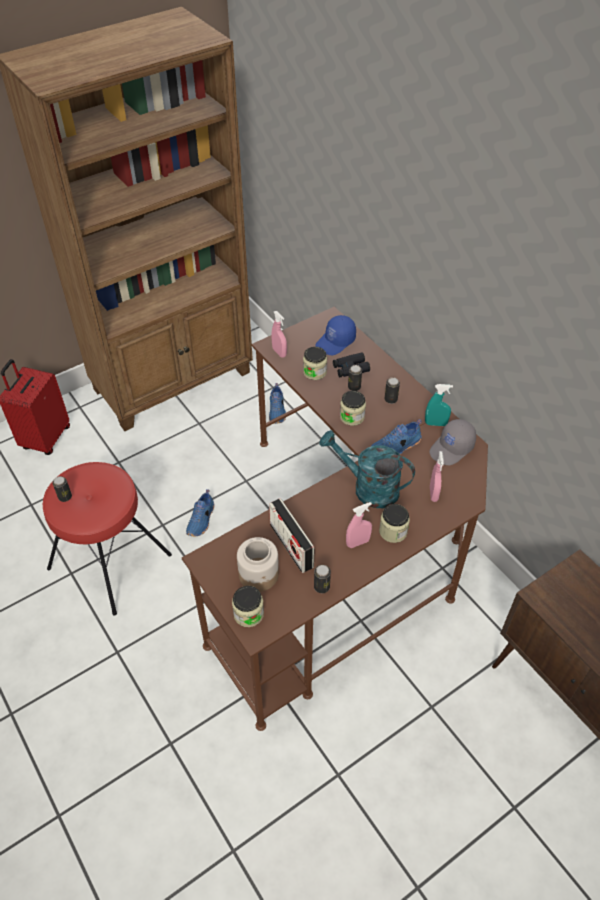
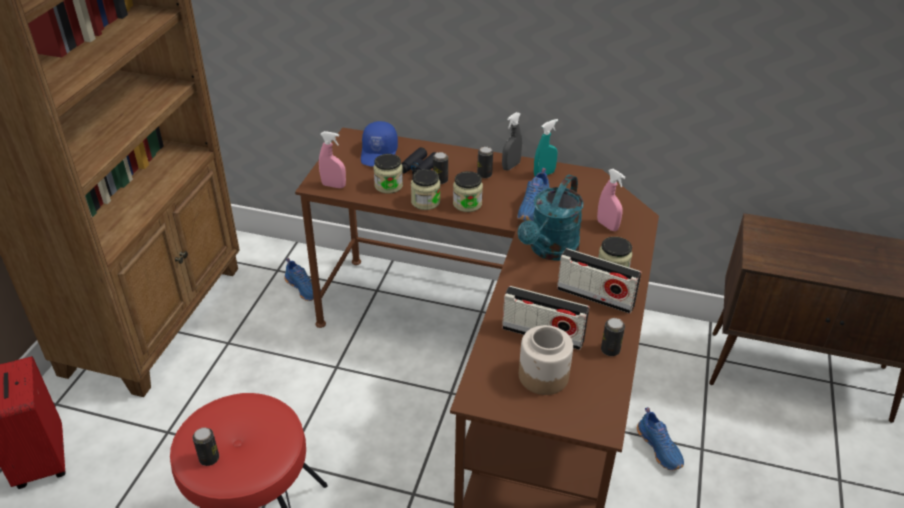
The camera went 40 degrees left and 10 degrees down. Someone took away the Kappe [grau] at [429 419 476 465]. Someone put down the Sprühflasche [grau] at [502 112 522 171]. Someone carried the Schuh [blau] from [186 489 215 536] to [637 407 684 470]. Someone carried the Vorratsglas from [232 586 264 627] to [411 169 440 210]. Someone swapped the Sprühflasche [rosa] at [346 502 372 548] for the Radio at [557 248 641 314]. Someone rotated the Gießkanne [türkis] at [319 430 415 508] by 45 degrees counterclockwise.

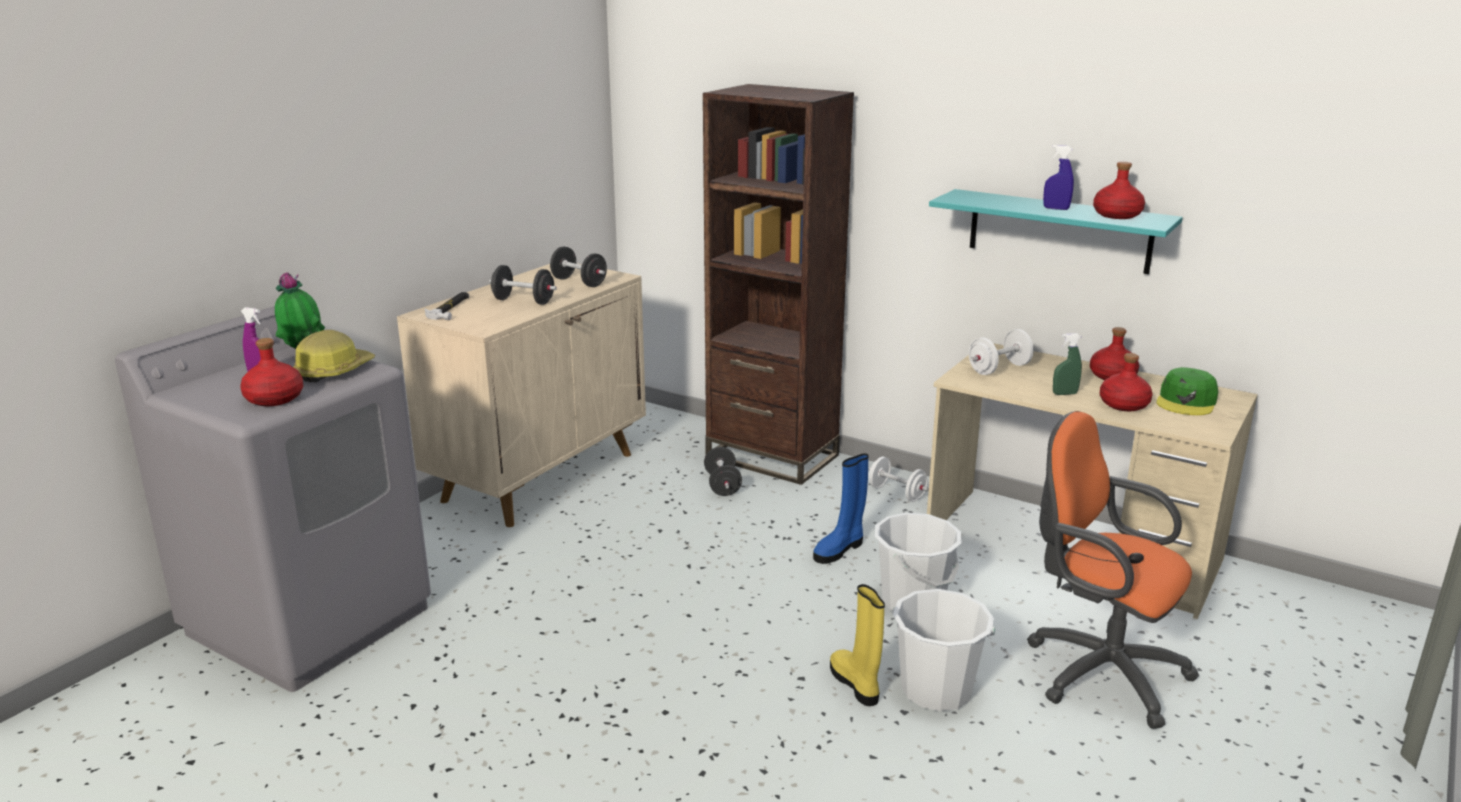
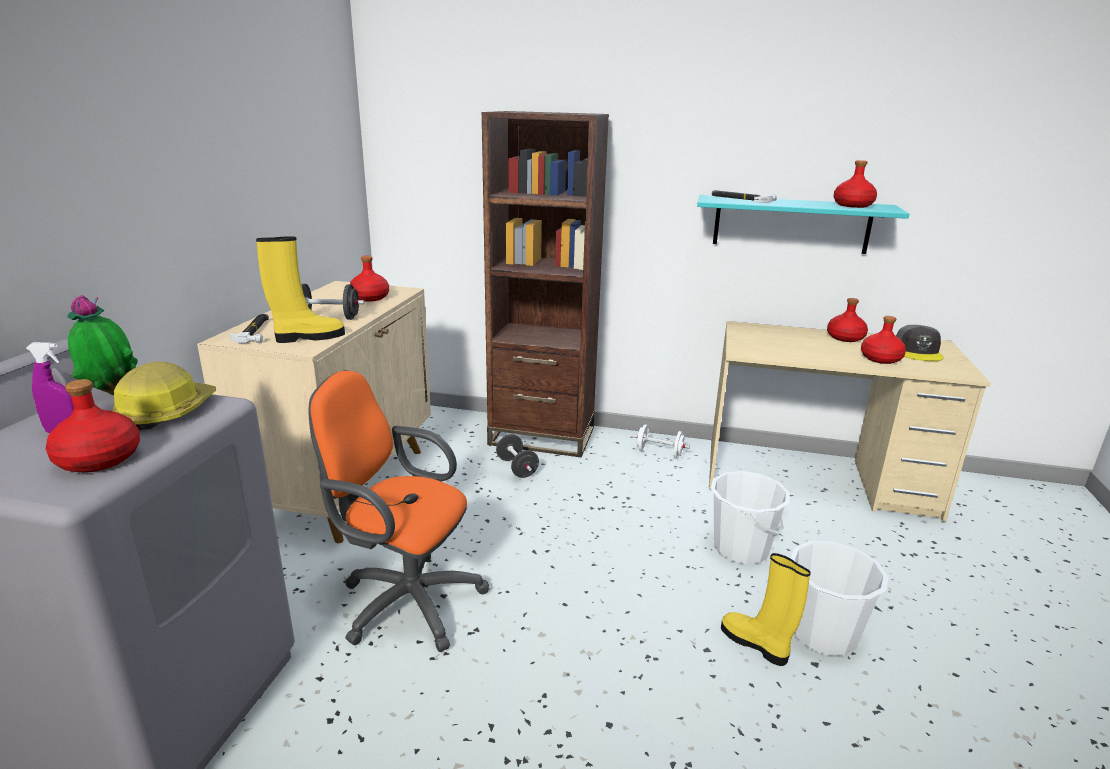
The camera went 20 degrees left and 0 degrees up. Someone took away the Stiefel [blau] at [813 453 869 564]. Someone took away the Hantel [weiß] at [969 329 1034 375]. Someone took away the Sprühflasche [blau] at [1043 145 1074 210]. Someone took away the Sprühflasche [grün] at [1053 333 1082 395]. Someone put down the Stiefel [gelb] at [256 236 345 343]. Someone put down the Hammer at [712 190 777 203]. Someone carried the Bürostuhl [orange] from [1027 411 1199 729] to [308 370 490 652]. Someone swapped the Hantel [schwarz] at [550 246 607 287] for the Flasche [rot] at [350 255 389 302]. Someone repainted the Kappe [grün] at [1157 367 1218 415], which became the Kappe [grau] at [896 325 944 361].

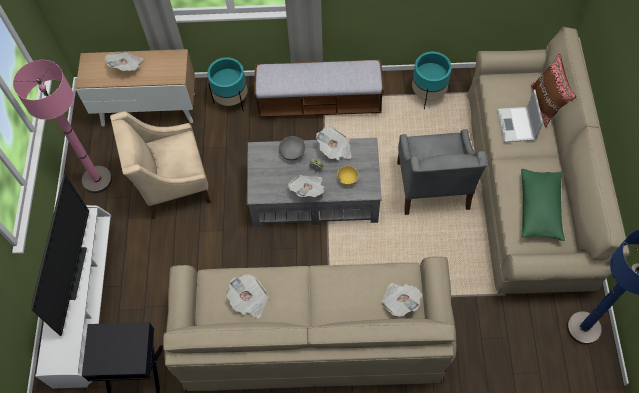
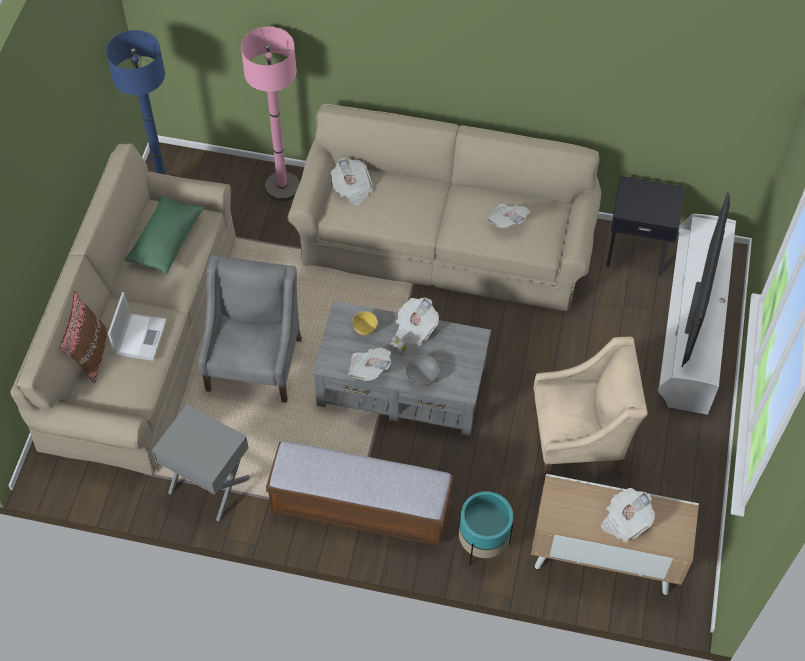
The camera went 170 degrees left and 5 degrees down. Someone carried the Stehlampe [rosa] from [13 60 112 193] to [241 27 299 201]. Someone swapped the Pflanzkübel [türkis] at [412 52 452 109] for the Beistelltisch [grau] at [152 404 250 522].

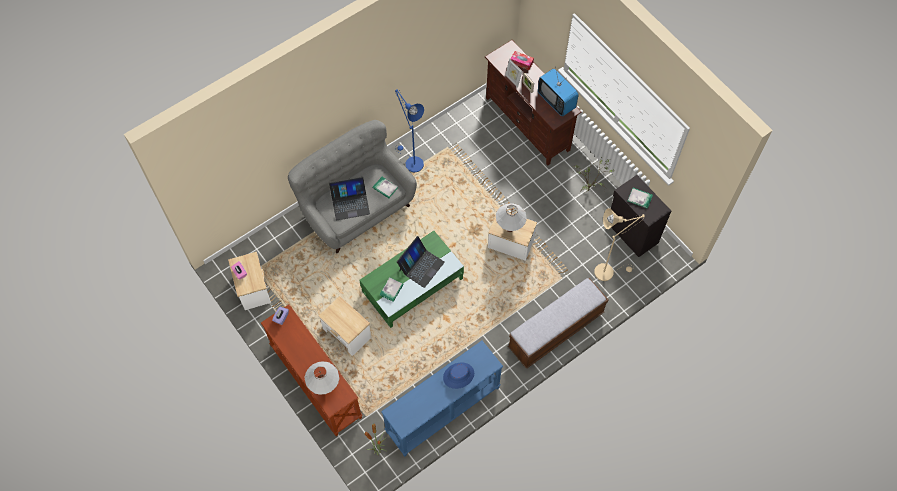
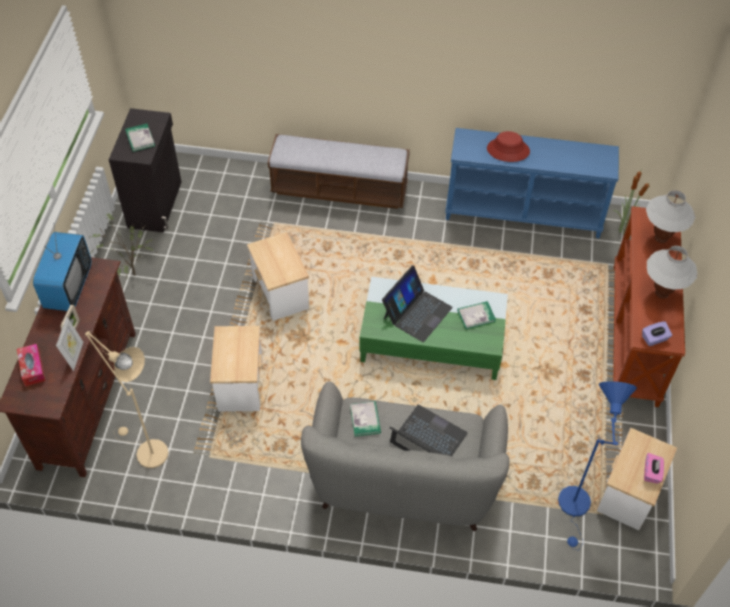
The camera went 135 degrees left and 10 degrees down. Someone carried the Beistelltisch from [318 296 372 356] to [210 326 262 412]. Someone carried the Stehlampe [blau] from [395 90 424 172] to [558 381 637 550]. Someone carried the Tischlampe [weiß] from [496 203 527 232] to [647 246 697 299]. Someone carried the Stehlampe [beige] from [594 208 645 281] to [85 331 169 468]. Someone repainted the Hut [blau] at [443 362 474 389], which became the Hut [rot] at [487 131 530 162]. Someone rotated the Laptop at [397 236 445 288] by 135 degrees clockwise.

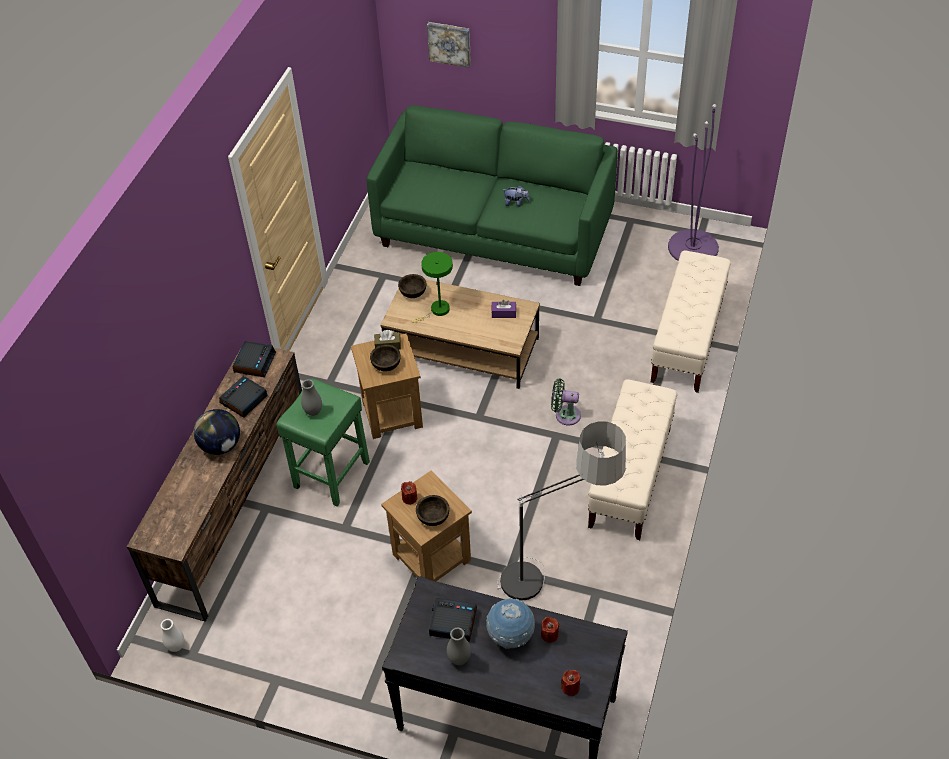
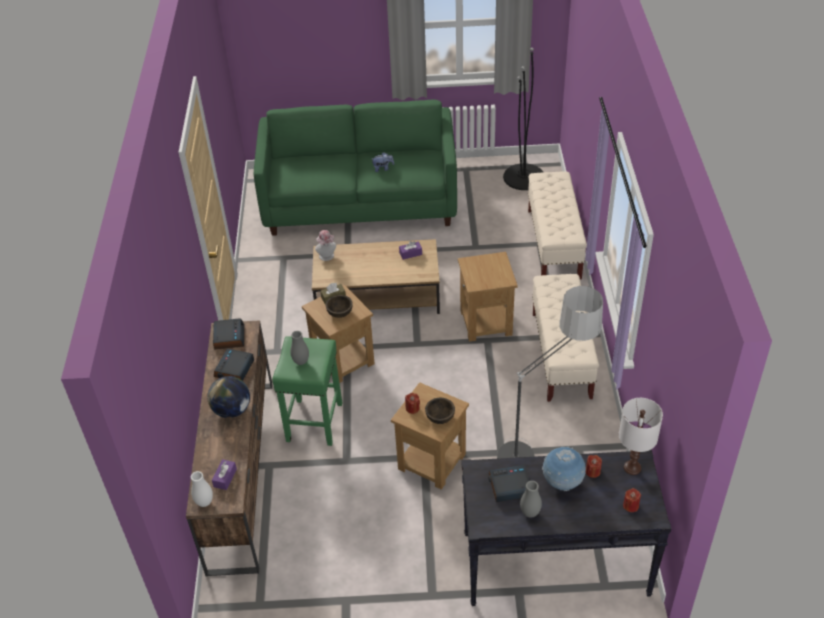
The camera went 20 degrees left and 5 degrees down. Someone took away the Tischlampe [grün] at [411 252 453 323]. Someone took away the Bild at [427 22 471 68]. Someone put down the Taschentuchbox [lila] at [212 459 237 490]. Someone put down the Tischlampe [weiß] at [619 398 663 475]. Someone carried the Vase [weiß] from [161 619 184 652] to [191 471 213 507]. Someone swapped the Schüssel [braun] at [398 274 426 298] for the Hut at [315 230 336 261]. Someone swapped the Ventilator [grün] at [551 378 581 425] for the Beistelltisch [braun] at [458 252 518 342]. Someone repainted the Stehlampe [lila] at [668 104 719 261], which became the Stehlampe [schwarz] at [503 48 543 190].

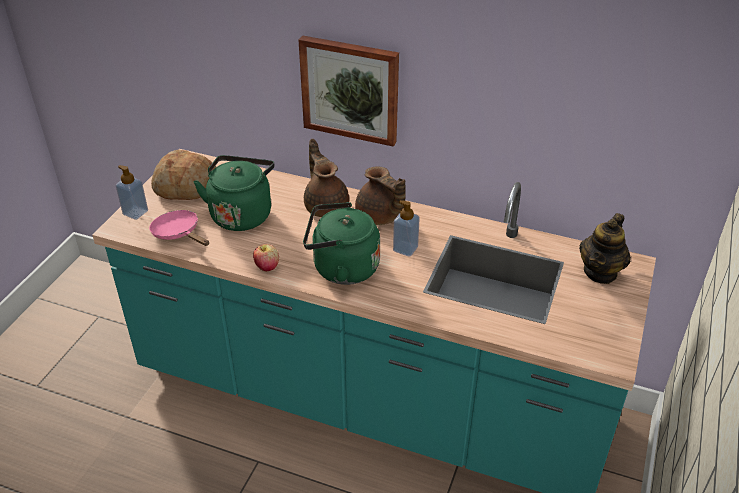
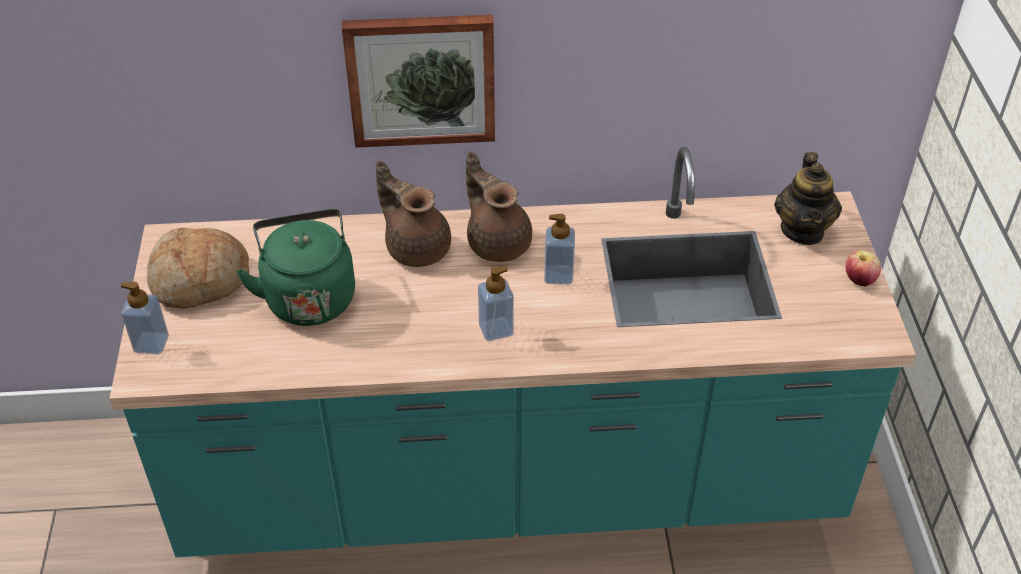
The camera went 25 degrees left and 5 degrees up. Someone took away the Pfanne [rosa] at [149 210 209 246]. Someone carried the Apfel from [253 244 279 272] to [845 250 881 286]. Someone swapped the Wasserkessel [grün] at [303 202 380 285] for the Seifenspender at [478 267 514 341]. Someone rotated the Teekanne [braun] at [355 166 406 225] by 150 degrees counterclockwise.

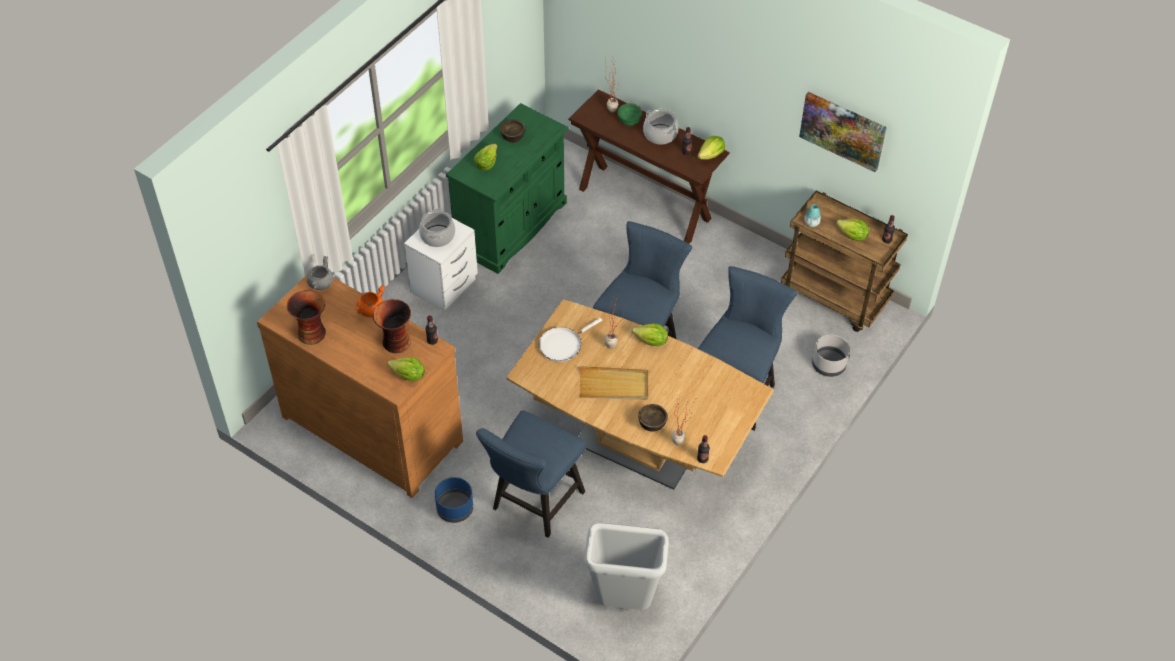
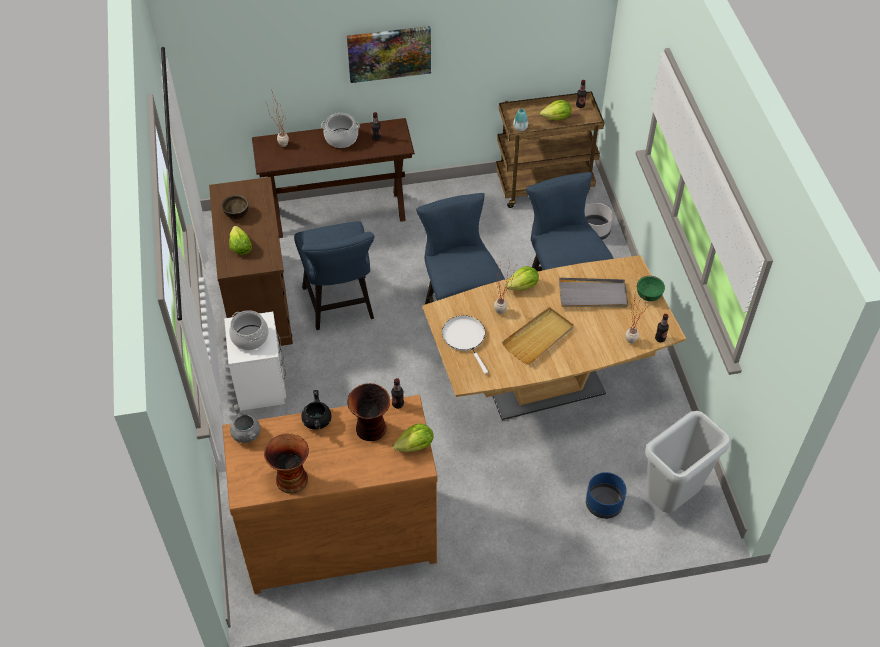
The camera went 45 degrees left and 0 degrees up. Someone took away the Schüssel [braun] at [638 404 668 432]. Someone took away the Salatkopf at [697 136 725 160]. Someone put down the Tablett [grau] at [559 277 628 308]. Someone carried the Pflanzkübel [blau] from [435 477 473 523] to [586 472 627 519]. Someone carried the Stuhl [blau] from [476 411 586 537] to [294 221 374 330]. Someone carried the Schüssel [grün] from [617 103 642 126] to [637 276 665 301]. Someone carried the Bild from [799 92 887 172] to [347 26 431 83]. Someone repainted the Kochtopf [orange] at [355 285 385 317], which became the Kochtopf [schwarz] at [301 390 331 430]. Someone repainted the Schrank [grün] at [446 103 569 274], which became the Schrank [braun] at [209 177 293 346]. Someone rotated the Pfanne [weiß] at [539 318 602 362] by 150 degrees clockwise.

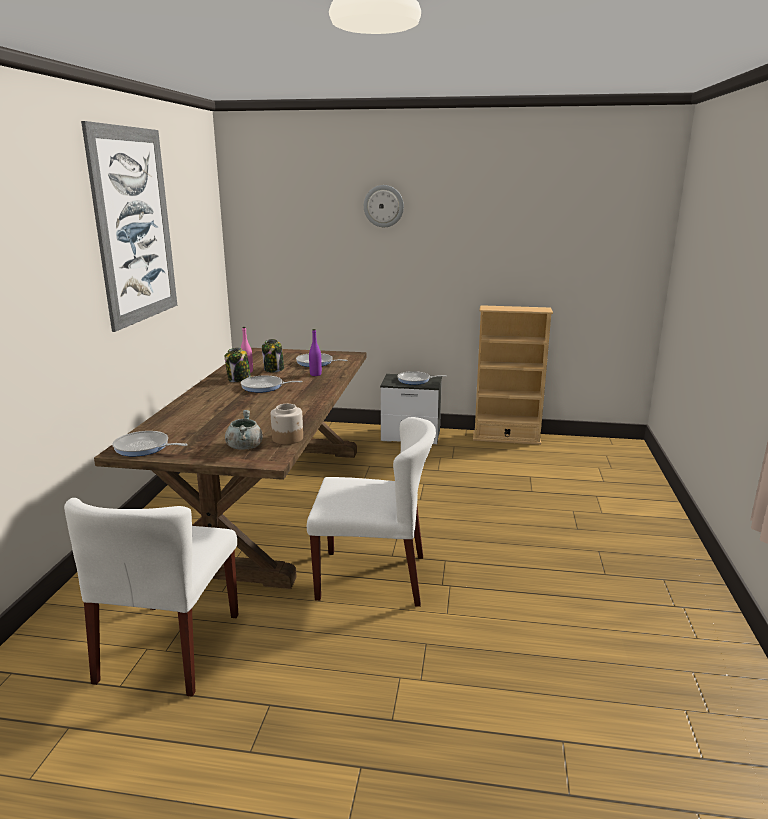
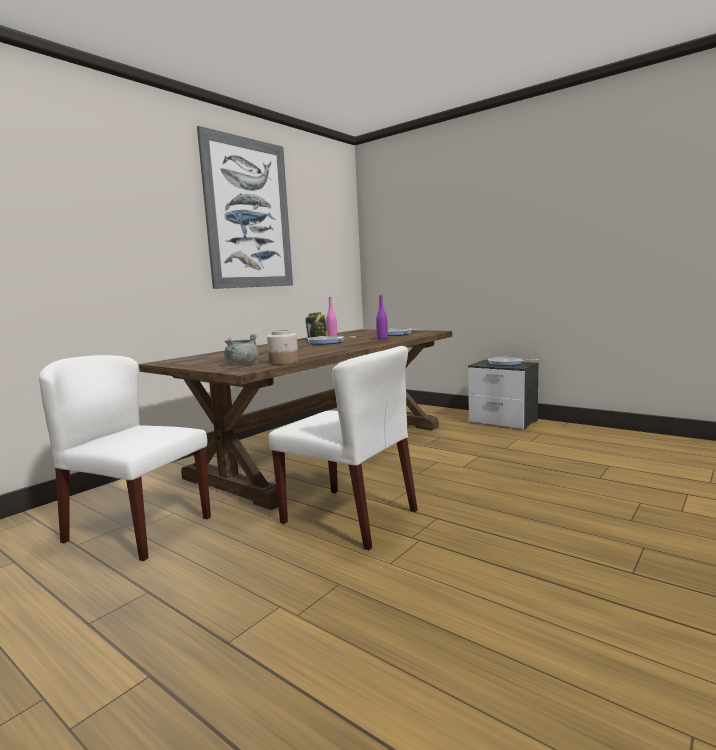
The camera went 30 degrees right and 10 degrees down. Someone took away the Pfanne at [112 431 188 456]. Someone took away the Vorratsglas at [262 339 284 372]. Someone took away the Wanduhr at [364 185 404 227]. Someone took away the Bücherregal [beige] at [473 305 553 445]. Someone rotated the Stuhl [weiß] at [64 498 239 697] by 75 degrees clockwise.

